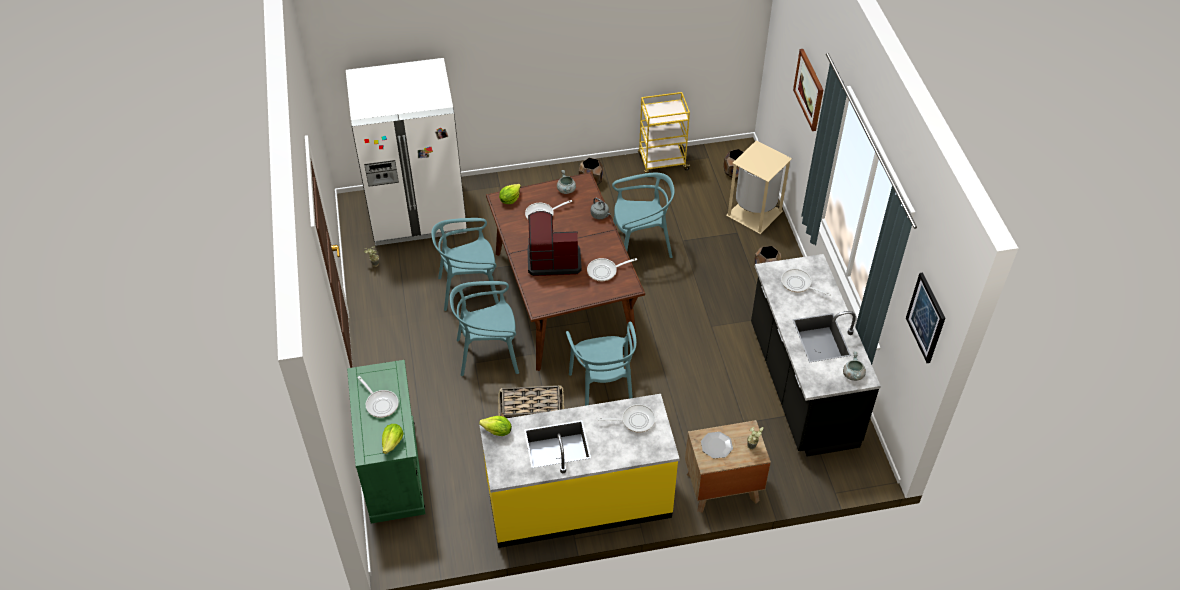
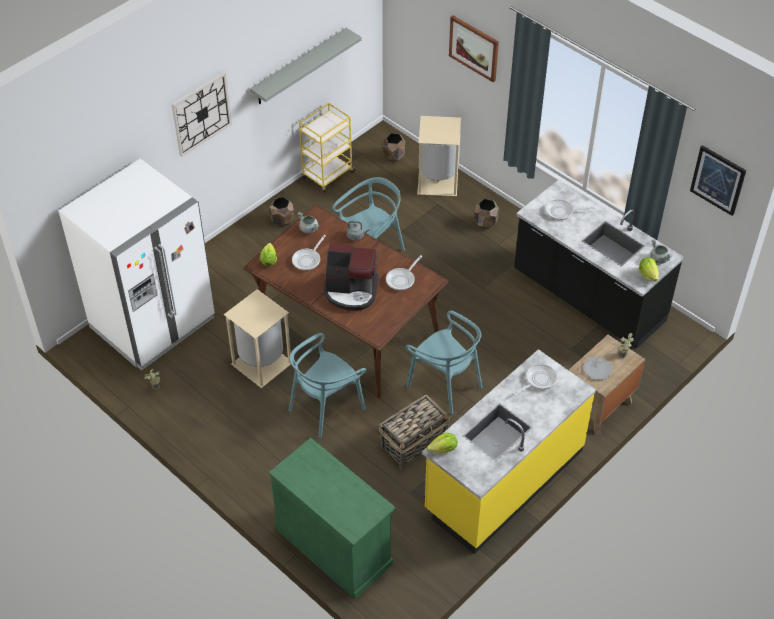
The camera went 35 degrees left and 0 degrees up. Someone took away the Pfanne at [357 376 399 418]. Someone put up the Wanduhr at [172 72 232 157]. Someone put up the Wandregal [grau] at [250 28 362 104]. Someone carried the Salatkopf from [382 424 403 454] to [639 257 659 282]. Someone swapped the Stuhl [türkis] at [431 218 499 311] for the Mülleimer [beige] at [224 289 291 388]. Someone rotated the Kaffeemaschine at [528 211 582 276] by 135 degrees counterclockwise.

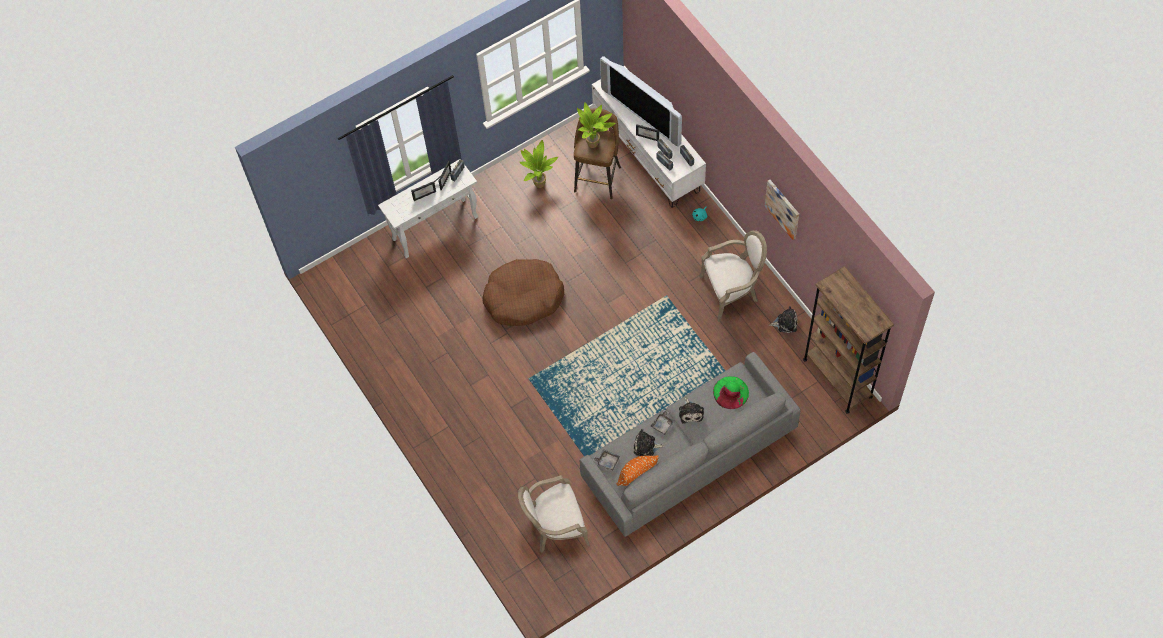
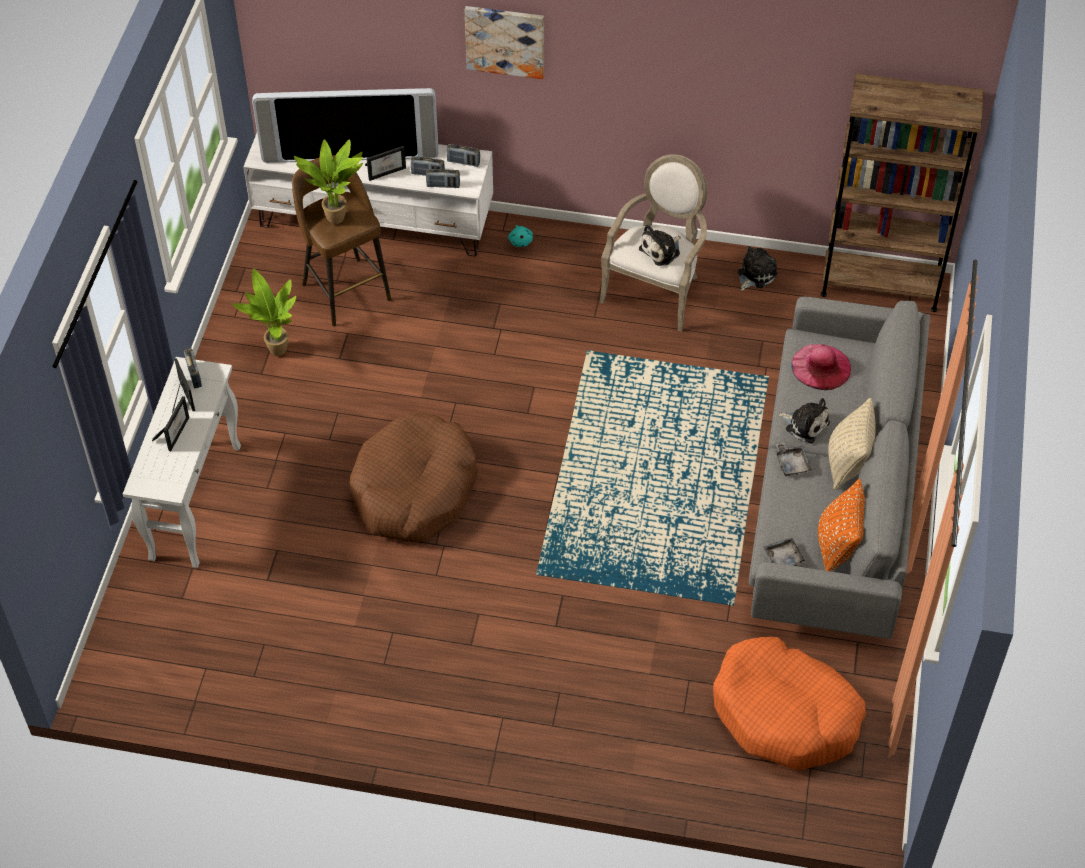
The camera went 50 degrees left and 10 degrees down. Someone put down the Kissen [beige] at [828 398 876 490]. Someone carried the Plüschtier from [634 429 664 456] to [639 225 681 266]. Someone carried the Bild from [765 180 799 240] to [465 6 544 79]. Someone swapped the Sessel at [518 475 590 553] for the Hundebett [orange] at [713 637 866 770]. Someone repainted the Hut [grün] at [713 376 749 409], which became the Hut [rosa] at [791 344 851 390].

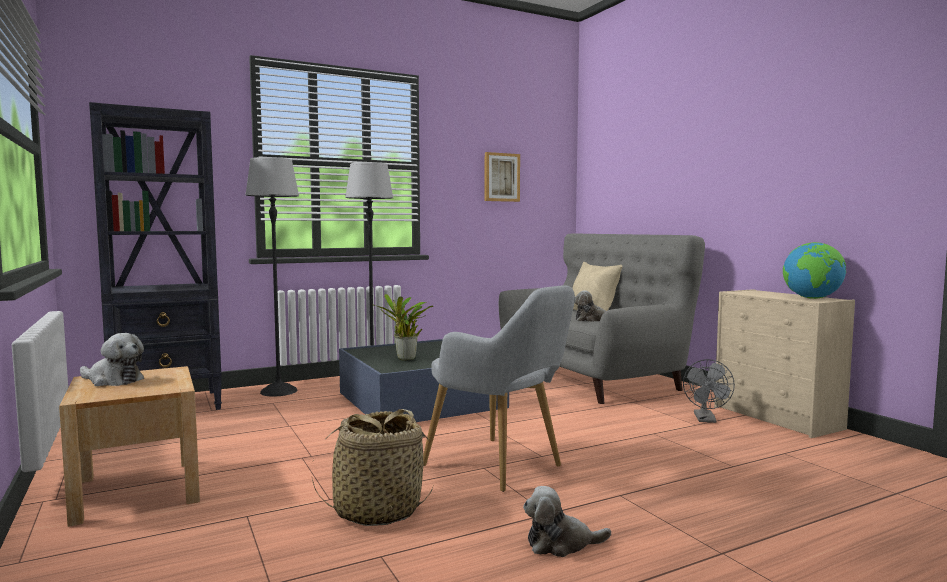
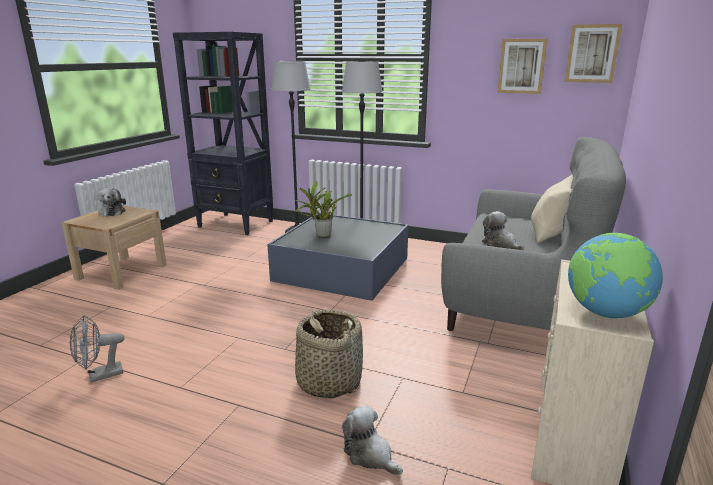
The camera went 50 degrees right and 15 degrees up. Someone took away the Sessel [grau] at [423 285 575 492]. Someone put up the Bild at [565 24 622 83]. Someone carried the Korb from [311 409 433 526] to [295 309 363 399]. Someone carried the Plüschtier from [523 486 611 557] to [342 405 403 475]. Someone carried the Ventilator [grau] from [683 359 735 423] to [70 315 124 383].

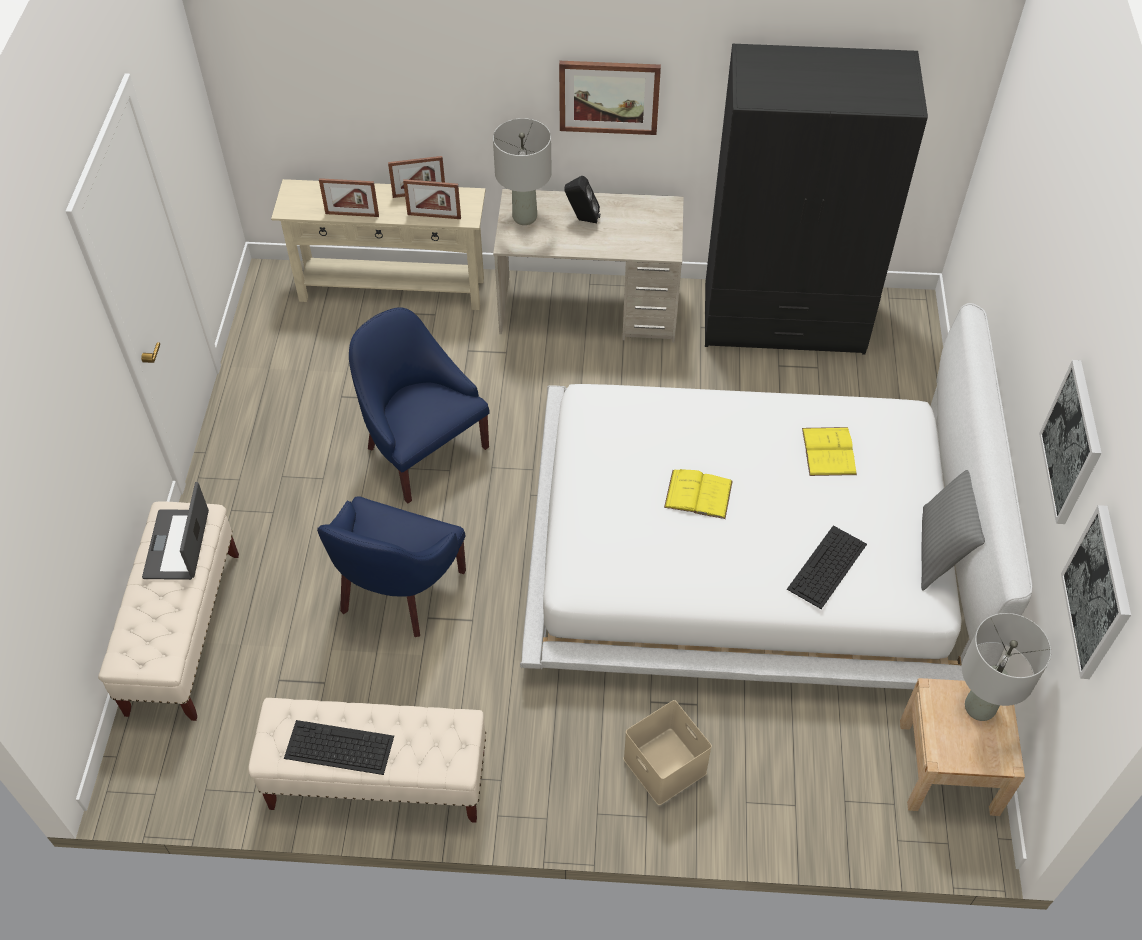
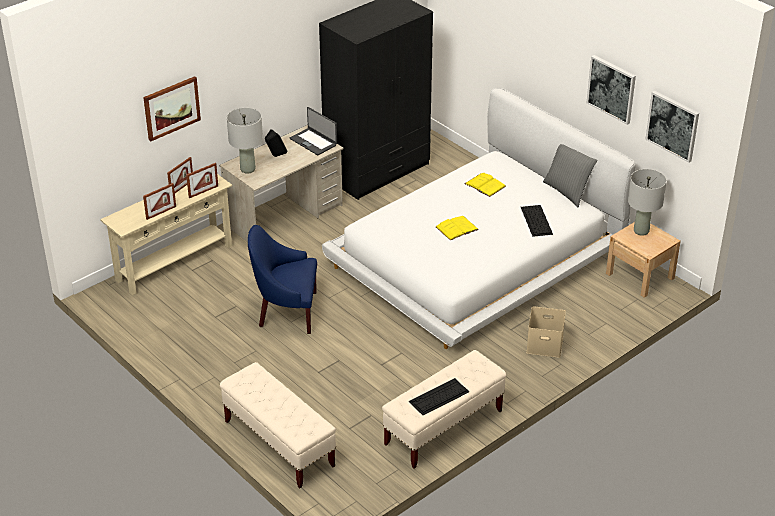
The camera went 45 degrees left and 15 degrees down. Someone took away the Sessel [blau] at [317 496 466 637]. Someone carried the Laptop from [142 482 209 580] to [290 107 337 155]. Someone carried the Bild from [559 61 661 135] to [143 76 201 141].

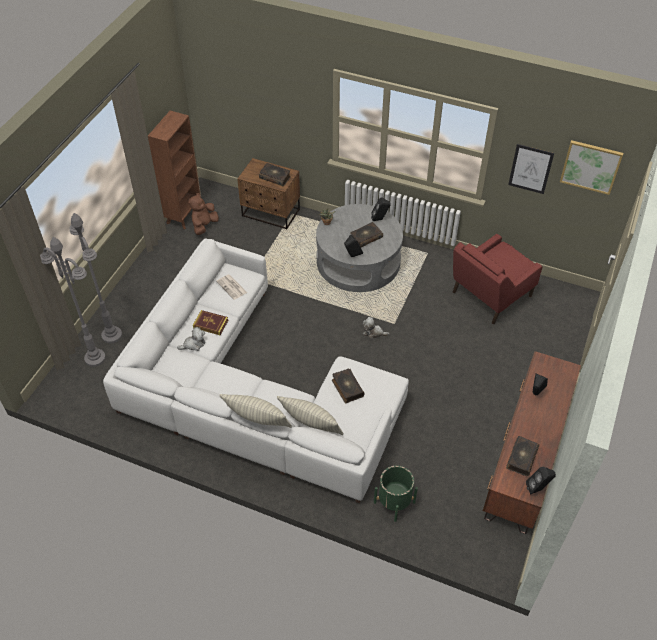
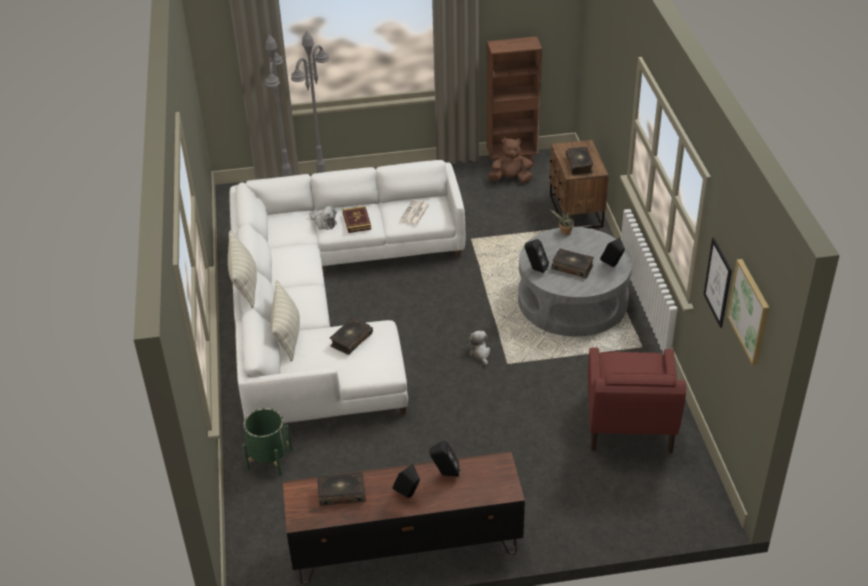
The camera went 60 degrees right and 10 degrees down. Someone carried the Lautsprecher [schwarz] from [526 467 556 495] to [392 464 420 498]. Someone rotated the Sessel [rot] at [453 234 543 324] by 105 degrees counterclockwise.

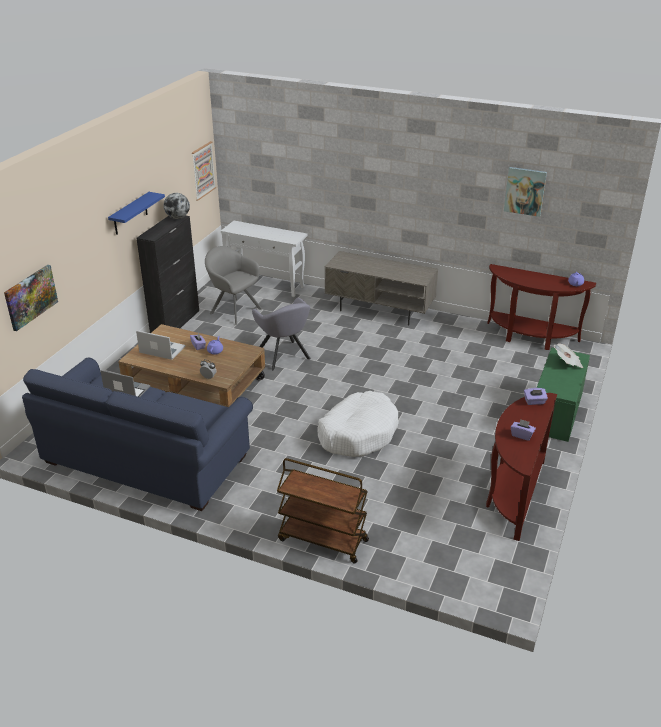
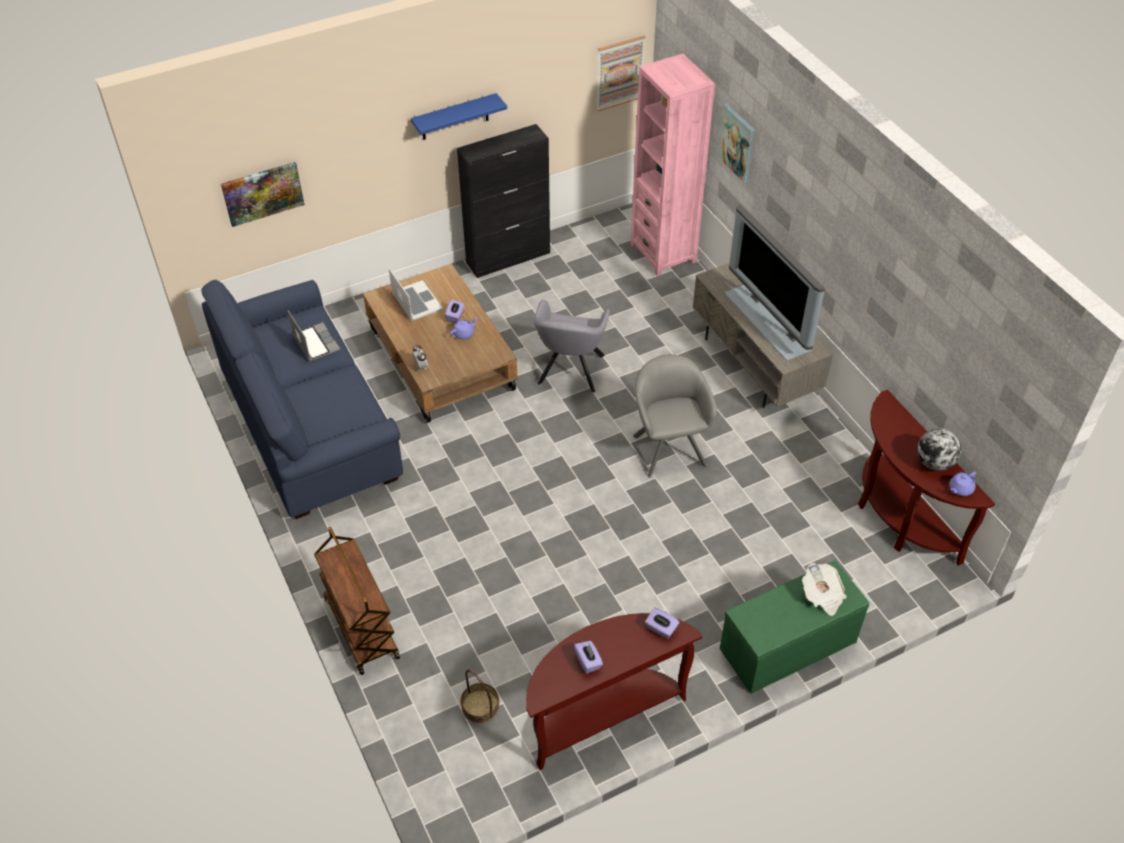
The camera went 40 degrees right and 15 degrees up. Someone took away the Hundebett [weiß] at [317 391 398 457]. Someone put down the Korb at [461 669 499 723]. Someone put down the Fernseher at [724 204 825 361]. Someone carried the Globus from [164 193 190 219] to [917 428 962 471]. Someone carried the Sessel [grau] from [205 246 262 325] to [633 354 717 478]. Someone carried the Bild from [504 167 547 217] to [718 104 755 183]. Someone swapped the Konsolentisch [weiß] at [221 221 308 297] for the Bücherregal [rosa] at [631 54 715 276].

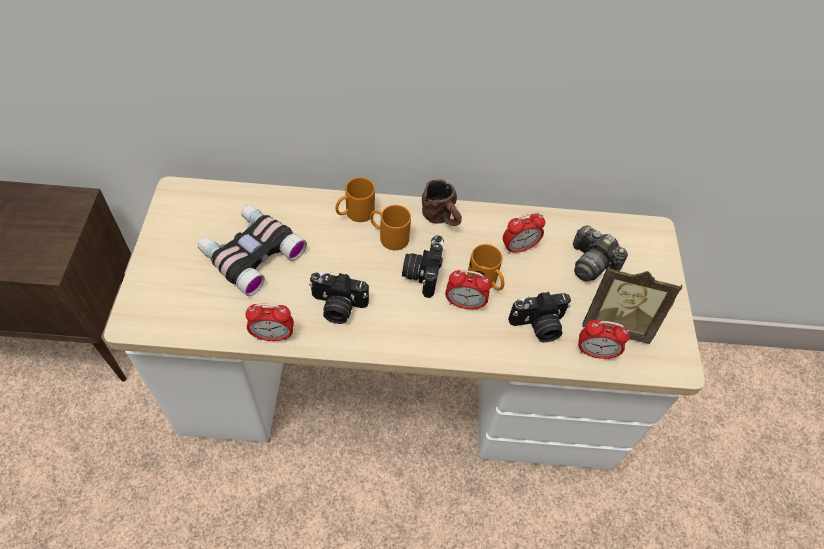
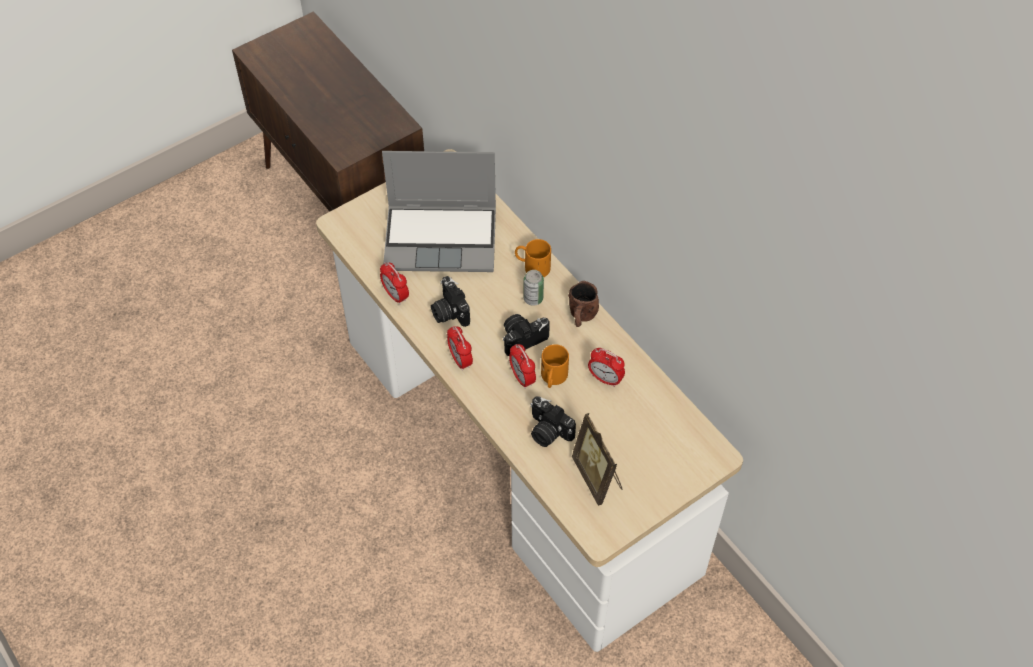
The camera went 55 degrees right and 0 degrees up. Someone took away the Kamera at [573 226 628 282]. Someone carried the Wecker from [578 320 630 359] to [447 326 473 371]. Someone swapped the Fernglas at [198 205 307 296] for the Laptop at [382 151 496 272]. Someone swapped the Henkelbecher [orange] at [370 205 411 250] for the Dose at [523 270 544 306].

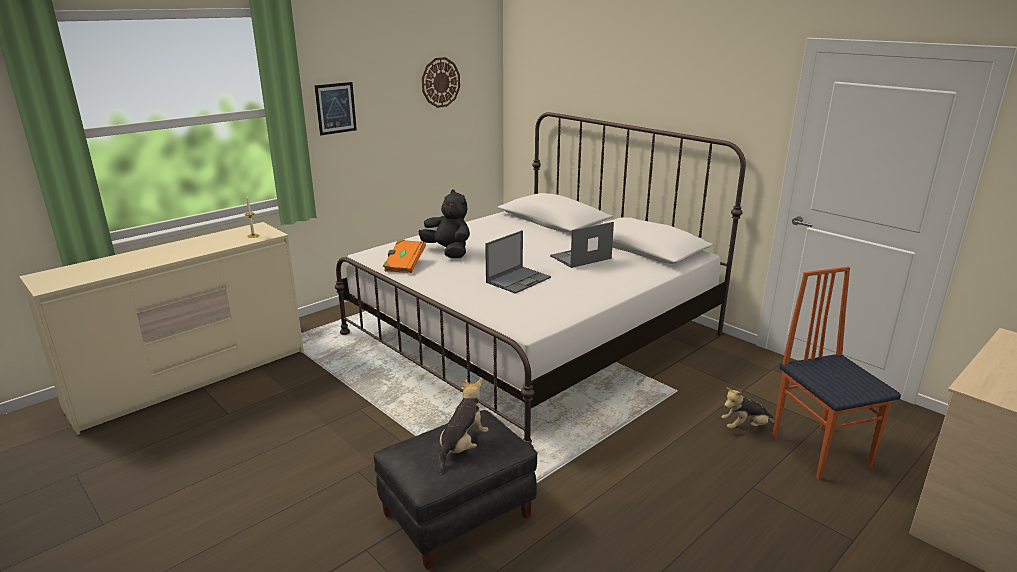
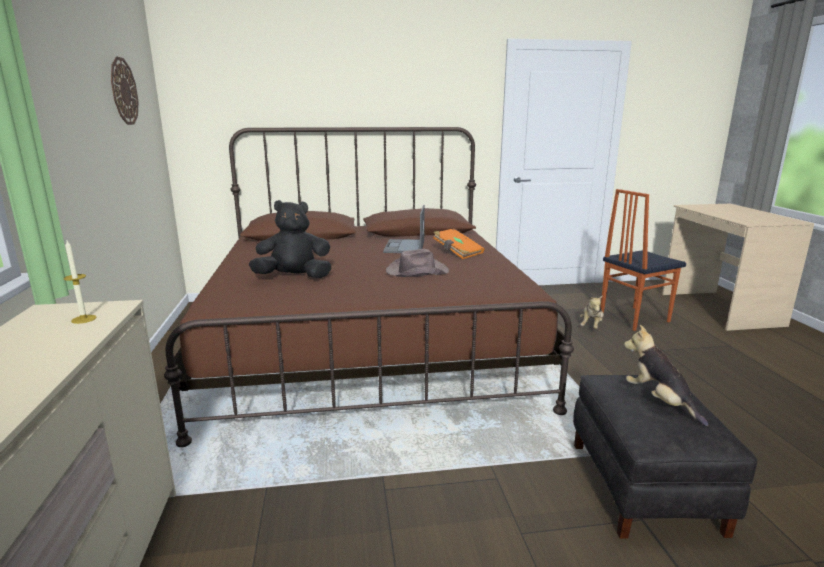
The camera went 55 degrees left and 5 degrees down. Someone took away the Bild at [314 82 357 136]. Someone carried the Buch [orange] from [383 239 426 273] to [433 228 484 259]. Someone swapped the Laptop at [485 230 551 294] for the Hut [braun] at [386 249 449 277]. Someone repainted the Bett [weiß] at [335 112 746 449], which became the Bett [braun] at [164 127 574 447]. Someone rotated the Stuhl at [772 267 901 480] by 45 degrees counterclockwise.

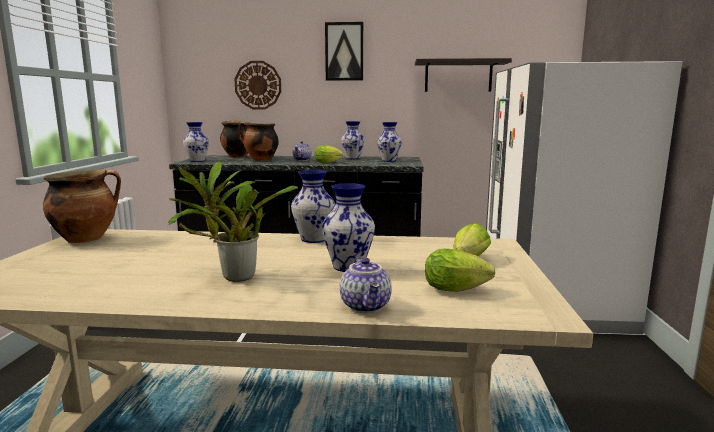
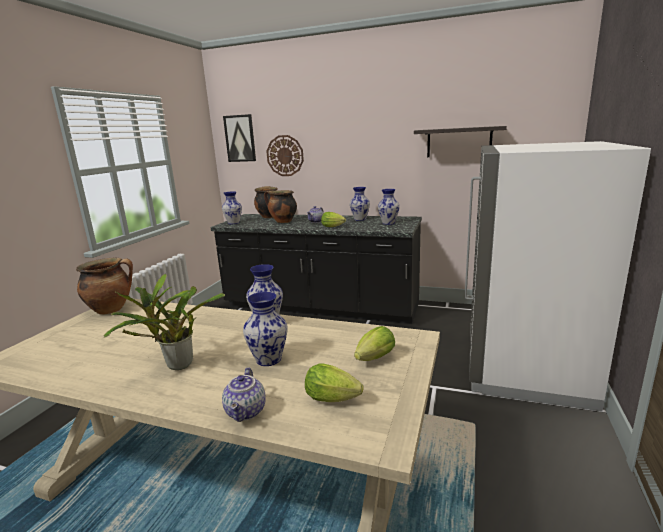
The camera went 15 degrees right and 5 degrees up. Someone carried the Bild from [325 22 363 81] to [223 114 256 162].

